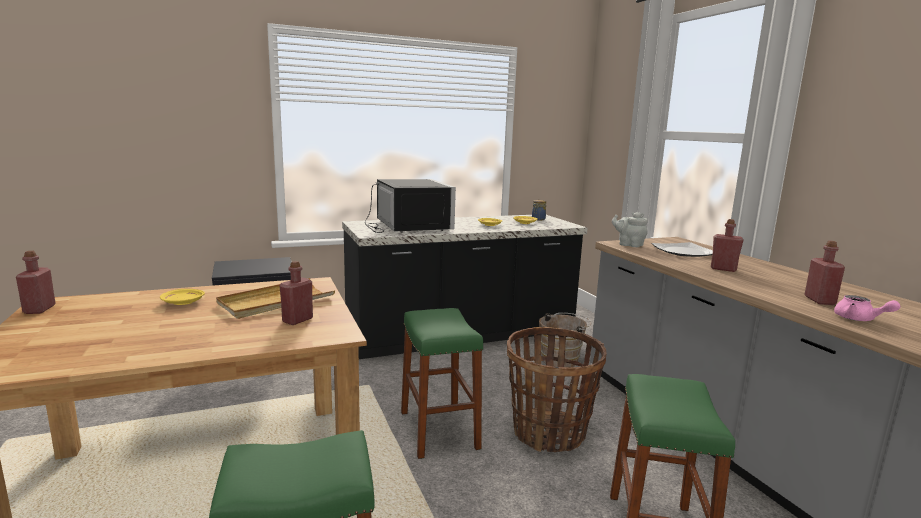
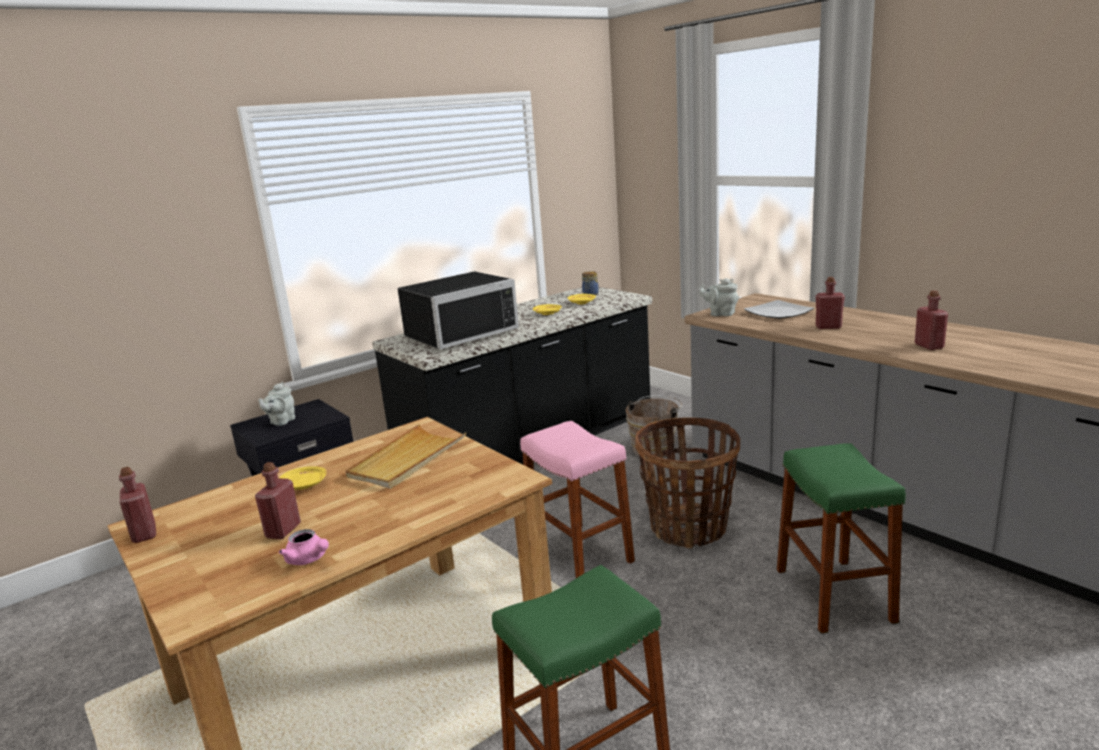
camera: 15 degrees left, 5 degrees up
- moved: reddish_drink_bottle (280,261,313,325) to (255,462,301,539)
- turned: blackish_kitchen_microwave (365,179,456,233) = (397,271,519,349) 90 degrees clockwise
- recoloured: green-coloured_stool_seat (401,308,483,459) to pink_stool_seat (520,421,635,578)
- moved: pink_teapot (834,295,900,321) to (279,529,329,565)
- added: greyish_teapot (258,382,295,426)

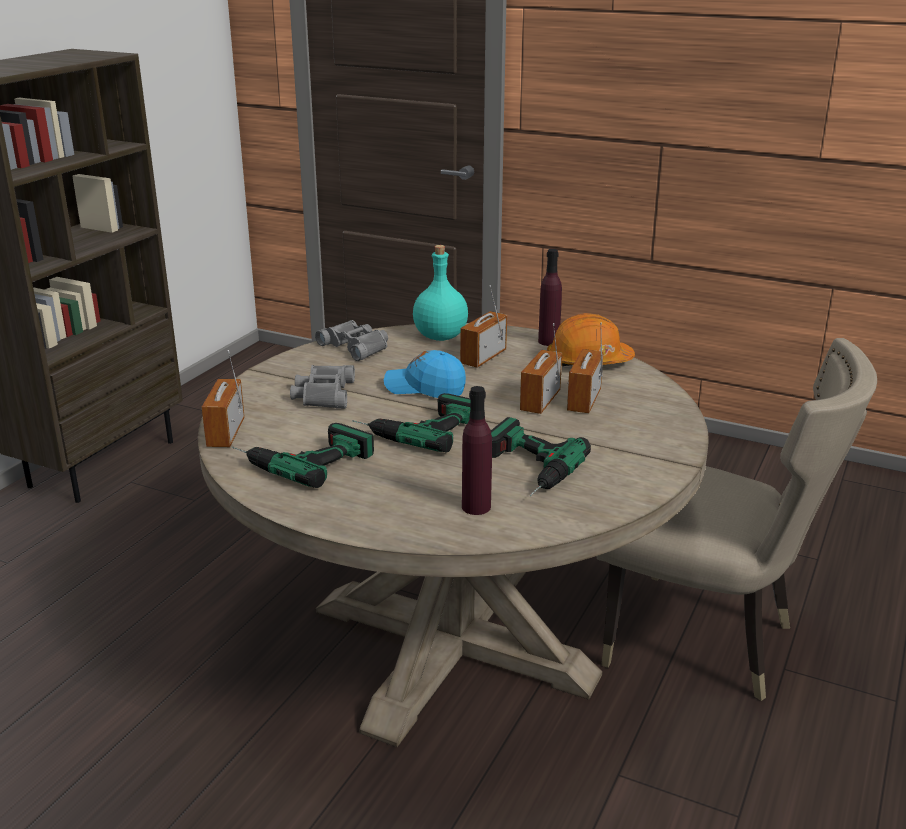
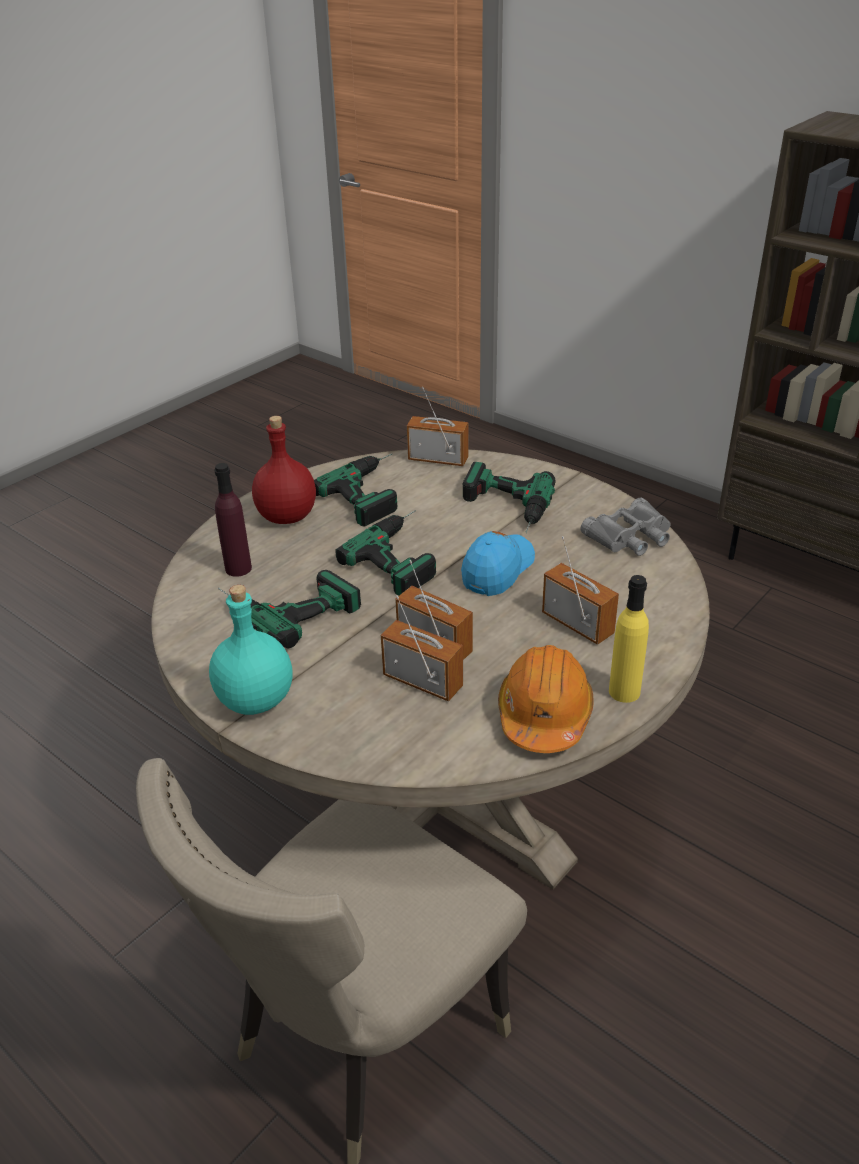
camera: 105 degrees right, 10 degrees up
- replaced: greyish_field_glasses (290,365,355,409) to power_drill (463,462,556,533)
- moved: turquoise-coloured_drink_bottle (413,245,468,341) to (209,585,293,715)
- recoloured: purplish_drink_bottle (538,249,562,346) to yellowish_drink_bottle (609,575,649,703)
- added: reddish_drink_bottle (252,416,316,524)

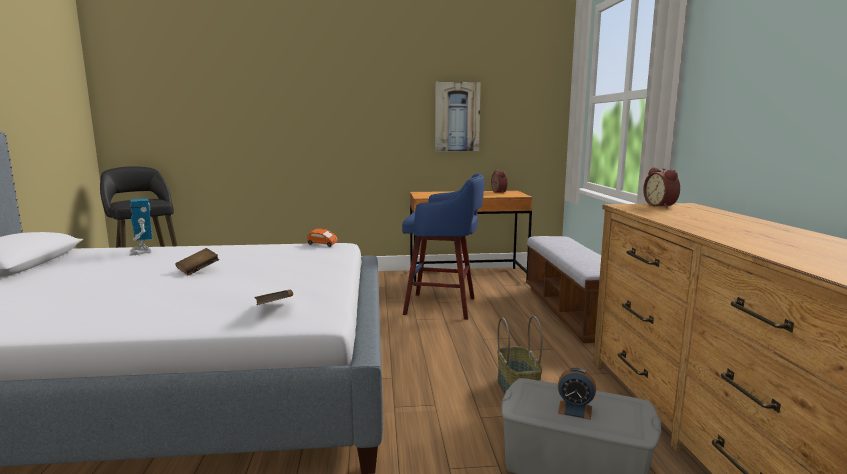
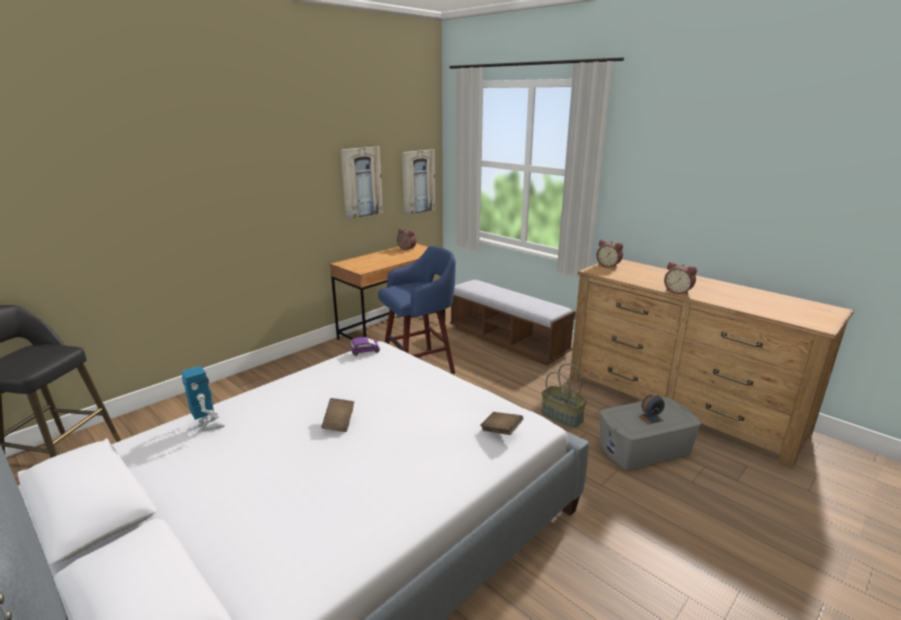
camera: 40 degrees left, 10 degrees up
- turned: model_robot (129,199,152,256) = (181,366,225,431) 150 degrees counterclockwise
- recoloured: orange-coloured_toy_car (307,229,338,247) to purplish_toy_car (350,337,380,356)
- added: wall_picture (402,149,436,215)
- added: alarm_clock (664,262,697,295)

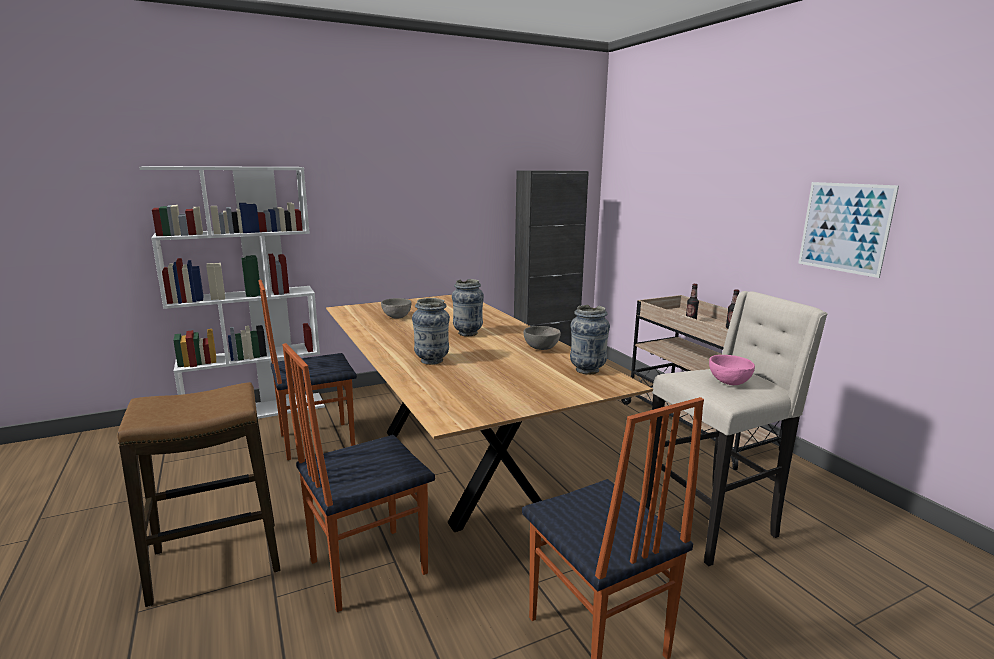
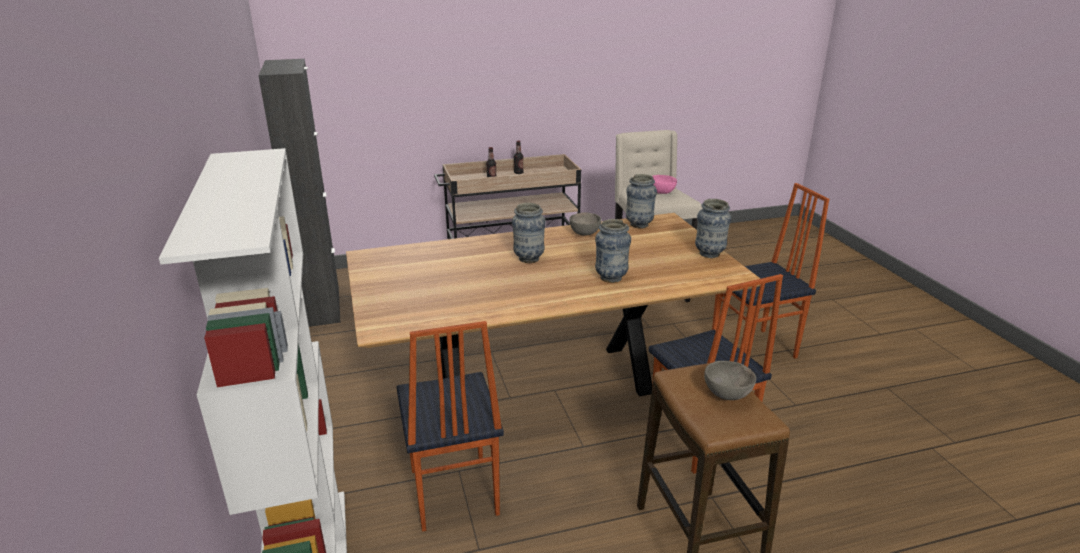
camera: 80 degrees left, 10 degrees up
- moved: greyish_bowl (381,298,411,319) to (704,361,756,400)
- removed: wall_picture (798,182,899,278)
- added: flower_vase (695,199,731,258)

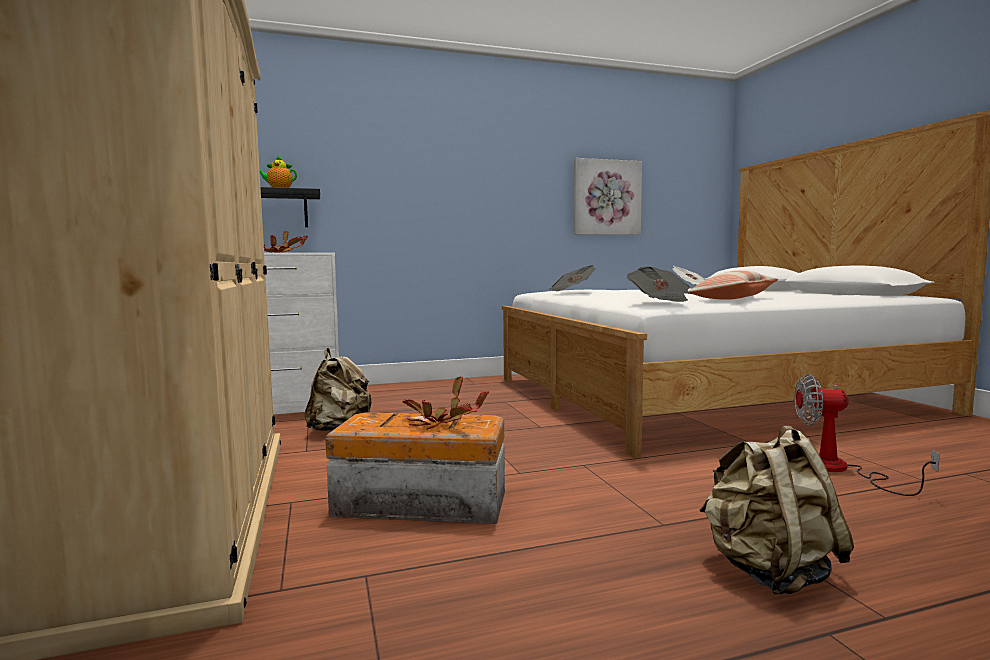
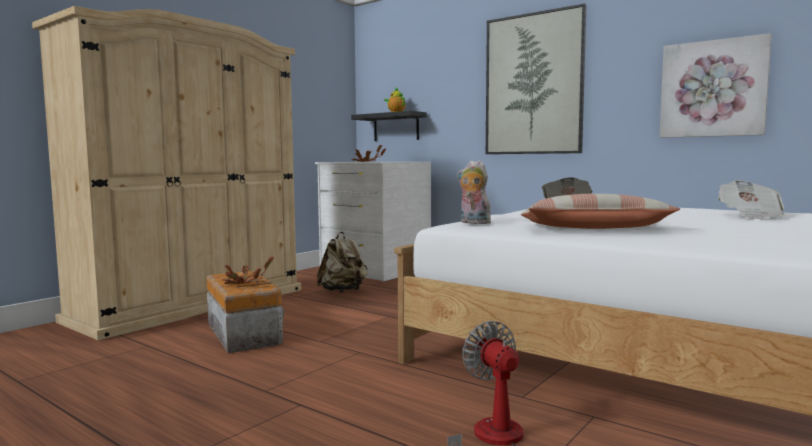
camera: 55 degrees right, 0 degrees up
- replaced: newspaper (627,267,690,302) to cuddly_toy (457,160,491,224)
- removed: sand-coloured_knapsack (699,426,854,595)
- added: wall_picture (486,4,587,154)

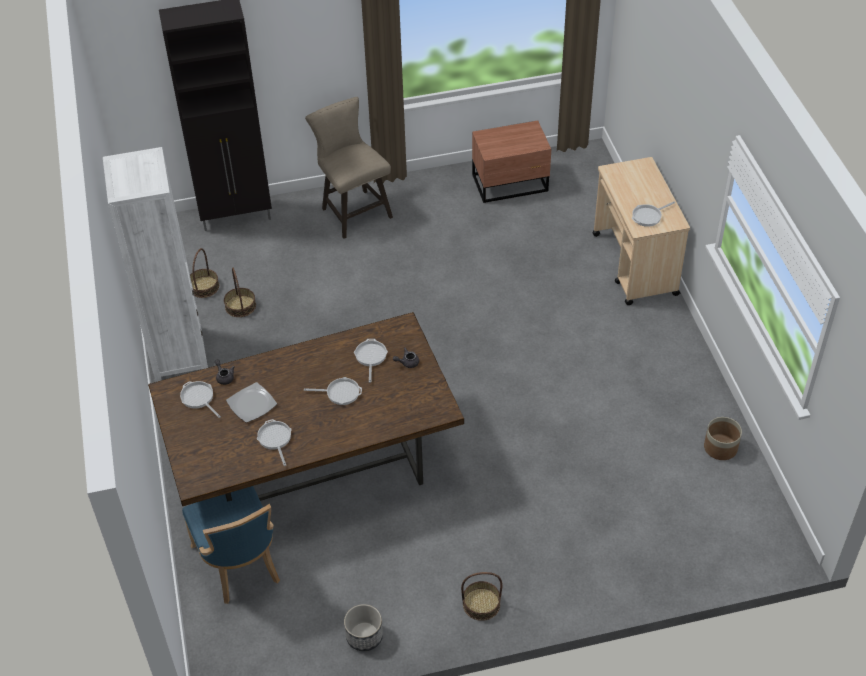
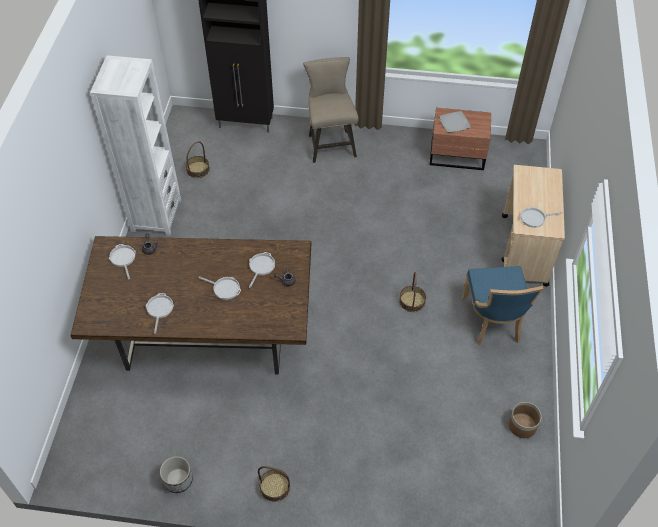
camera: 20 degrees right, 5 degrees up
- moved: bluish_upright_chair (182,486,280,604) to (461,266,543,346)
- moved: storage_basket (224,268,256,317) to (399,272,426,312)
- moved: dinner_plate (226,382,277,423) to (439,111,471,132)

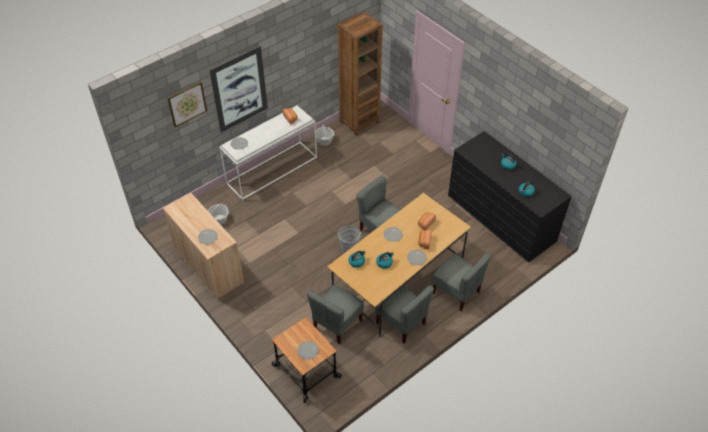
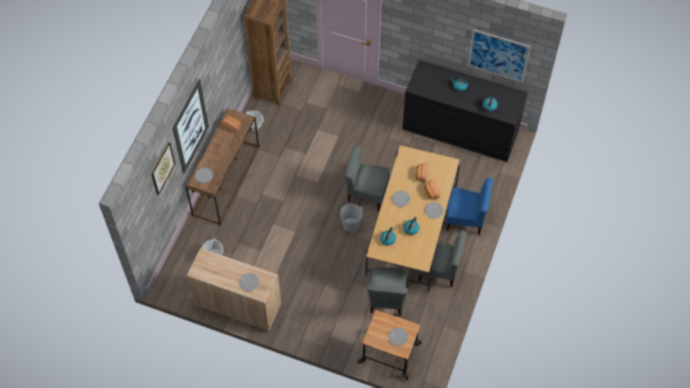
camera: 30 degrees left, 10 degrees up
- recoloured: whitish_console_table (219,105,317,201) to brown_console_table (185,108,259,225)
- recoloured: greyish_upright_chair (432,253,491,311) to bluish_upright_chair (447,178,493,235)
- added: wall_picture (467,29,531,83)

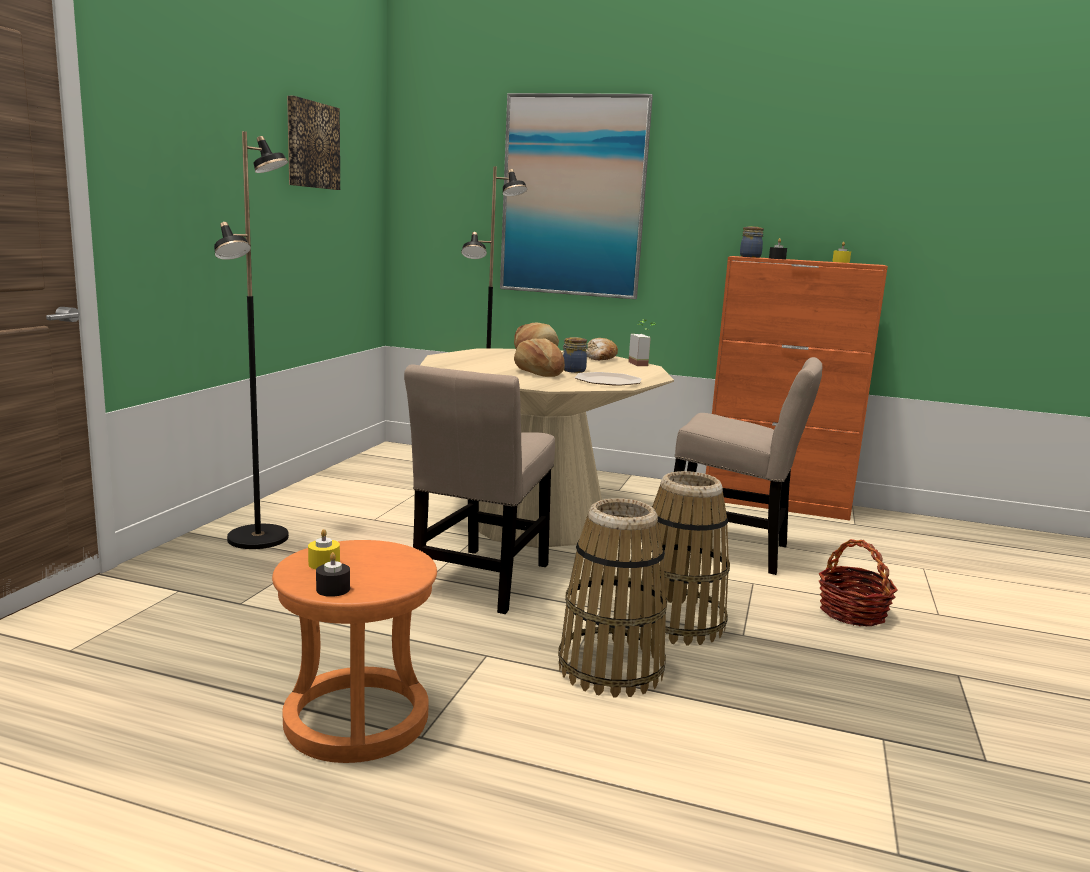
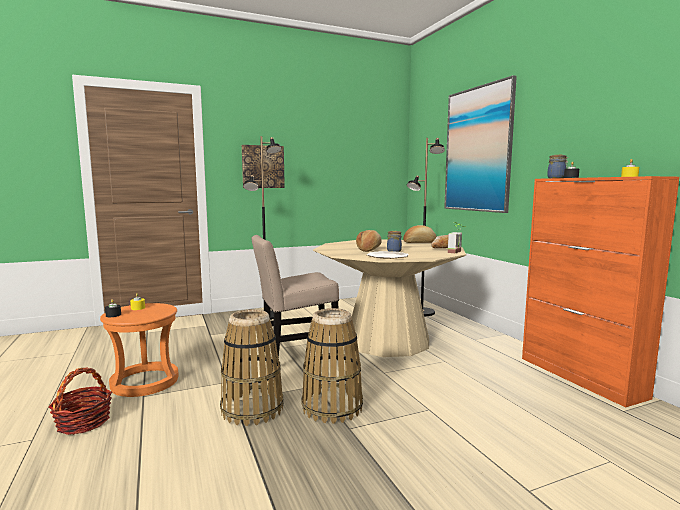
camera: 50 degrees right, 5 degrees down
- moved: wall_picture (287,96,340,190) to (242,145,285,188)
- removed: sand-coloured_upright_chair (674,357,822,575)
- moved: storage_basket (819,539,898,626) to (49,368,112,435)

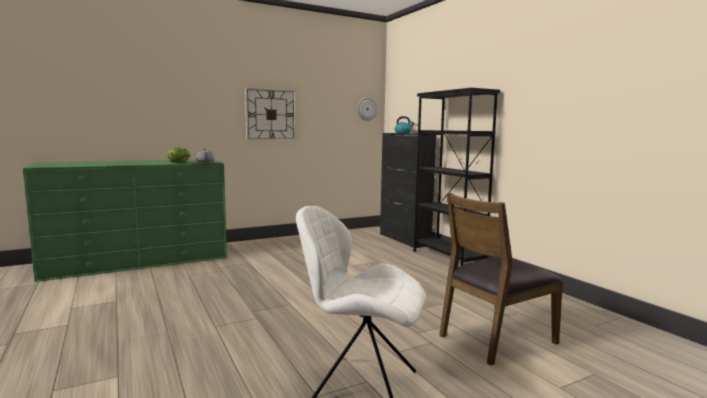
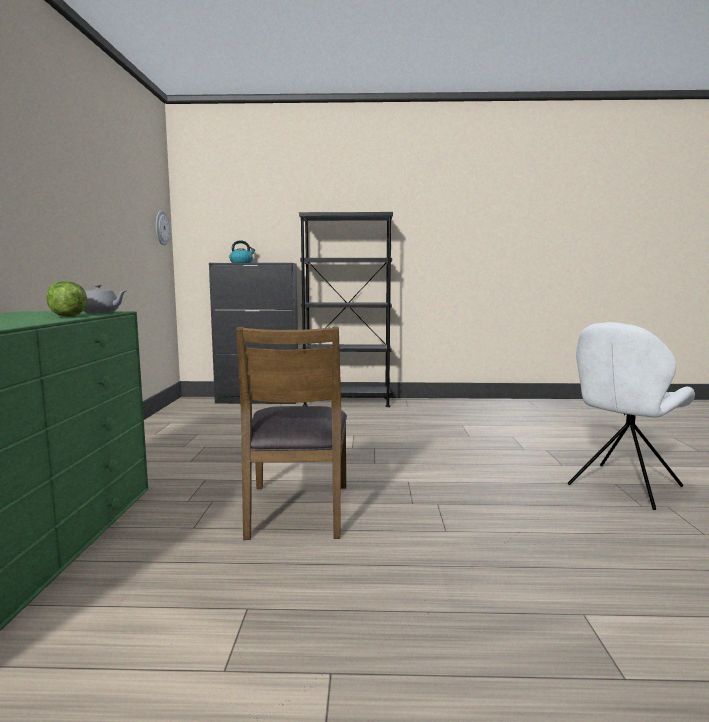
camera: 60 degrees left, 0 degrees up
- removed: clock_on_the_wall (245,87,296,141)
- moved: brown_upright_chair (439,193,563,366) to (236,327,347,540)

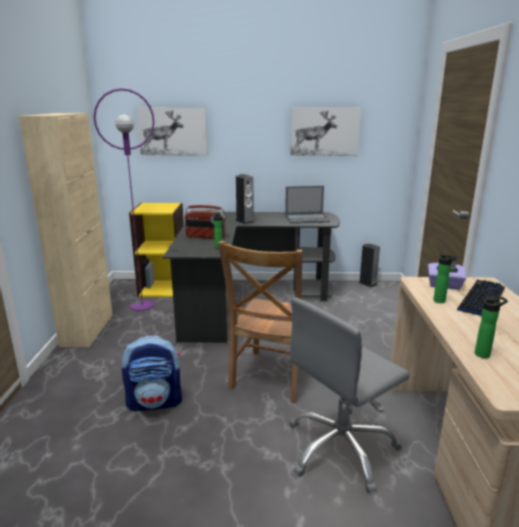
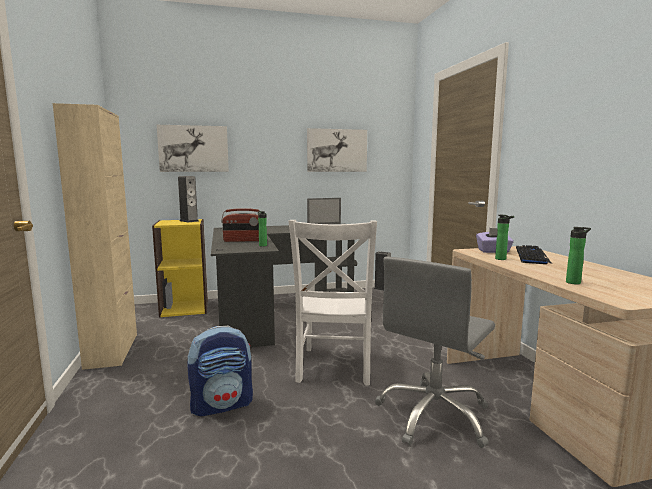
camera: 15 degrees left, 10 degrees down
- removed: purplish_standing_lamp (94,88,155,311)
- recoloured: brown_upright_chair (217,241,302,403) to whitish_upright_chair (288,220,377,386)
- moved: speaker (236,174,255,224) to (178,176,198,222)

